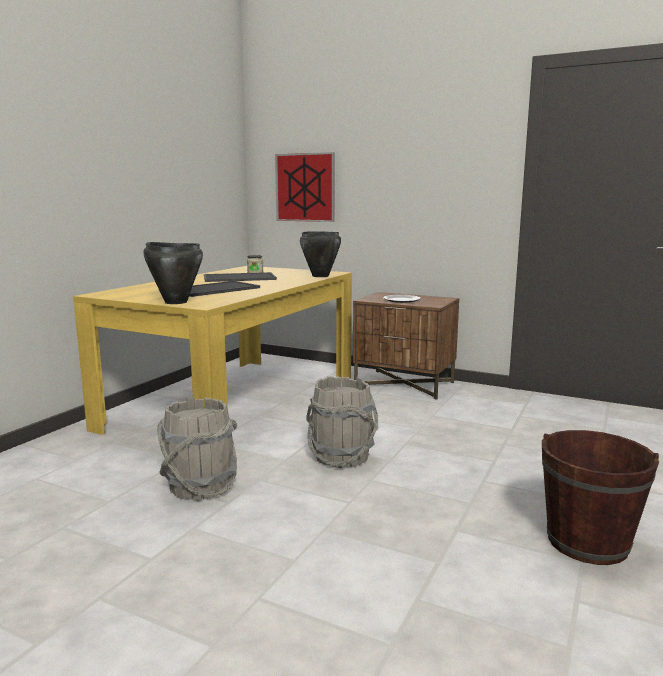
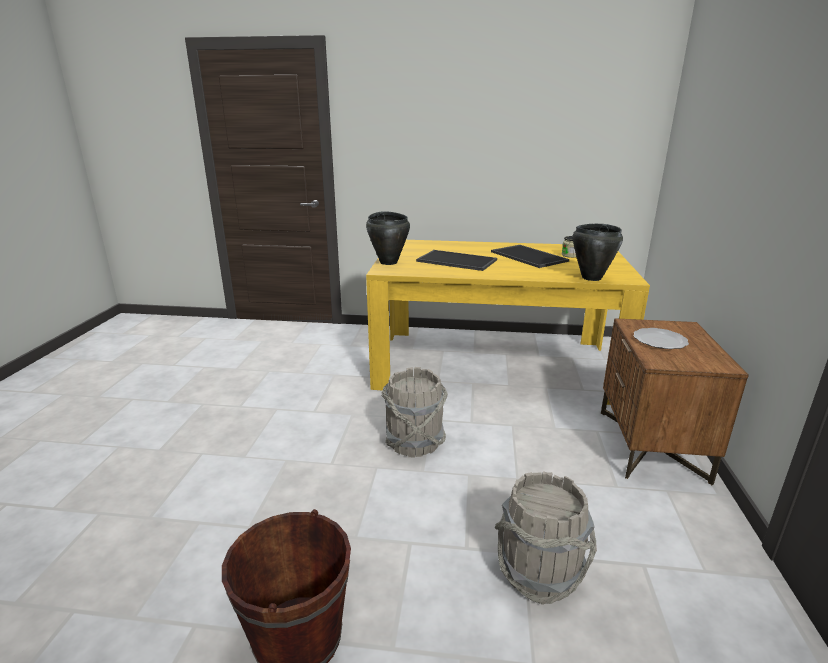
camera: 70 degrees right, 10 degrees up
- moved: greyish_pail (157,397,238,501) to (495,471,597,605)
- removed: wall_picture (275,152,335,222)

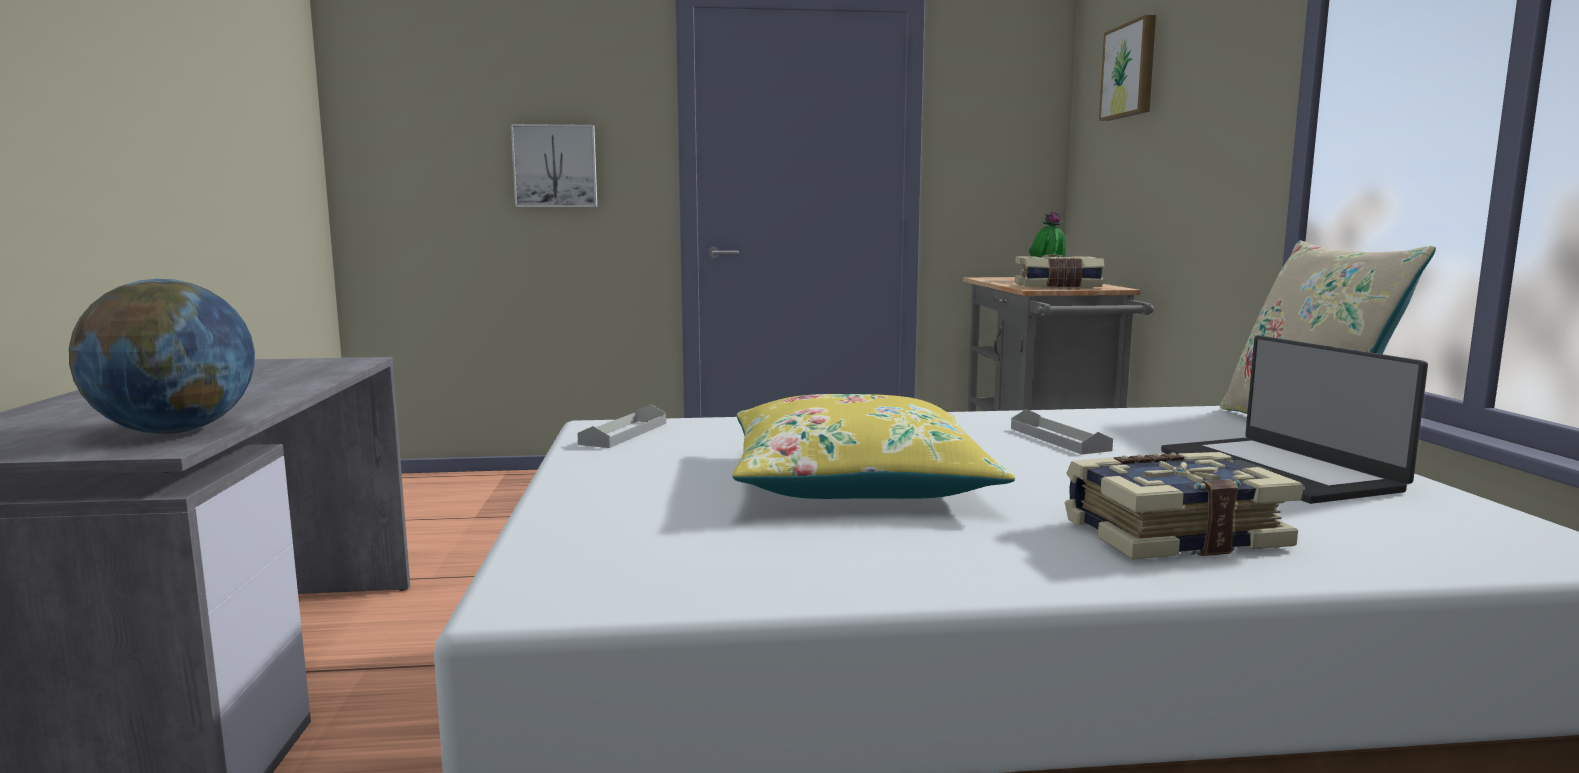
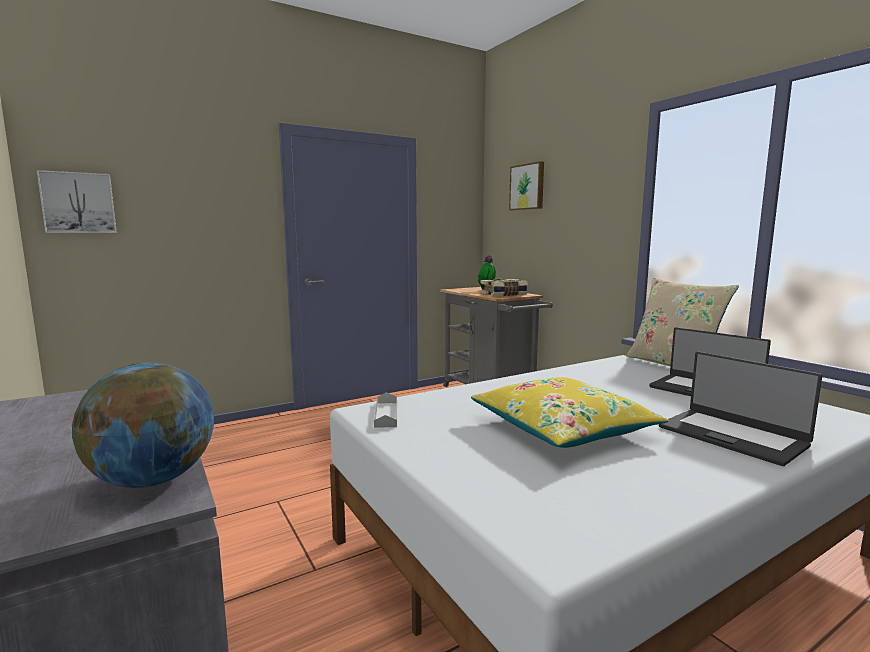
camera: 25 degrees left, 0 degrees up
- moved: wall_picture (511,124,597,207) to (37,170,117,233)
- removed: greyish_serving_tray (1011,409,1113,455)
- replaced: book (1065,452,1303,560) to laptop (659,352,822,466)

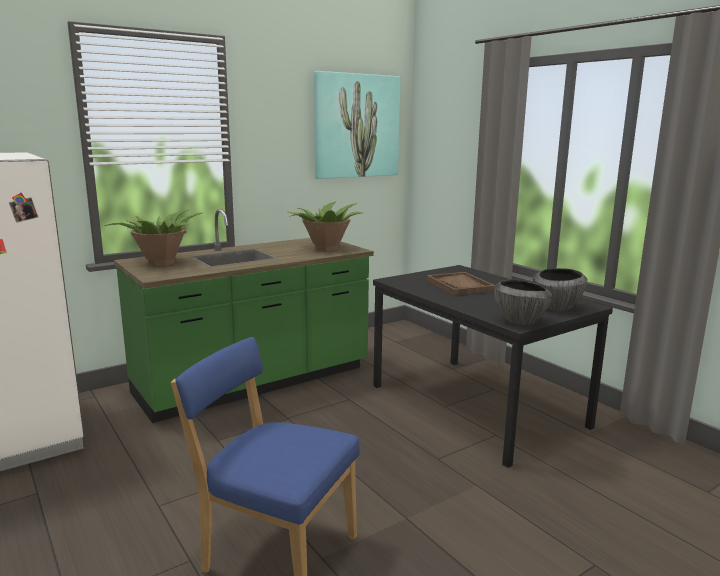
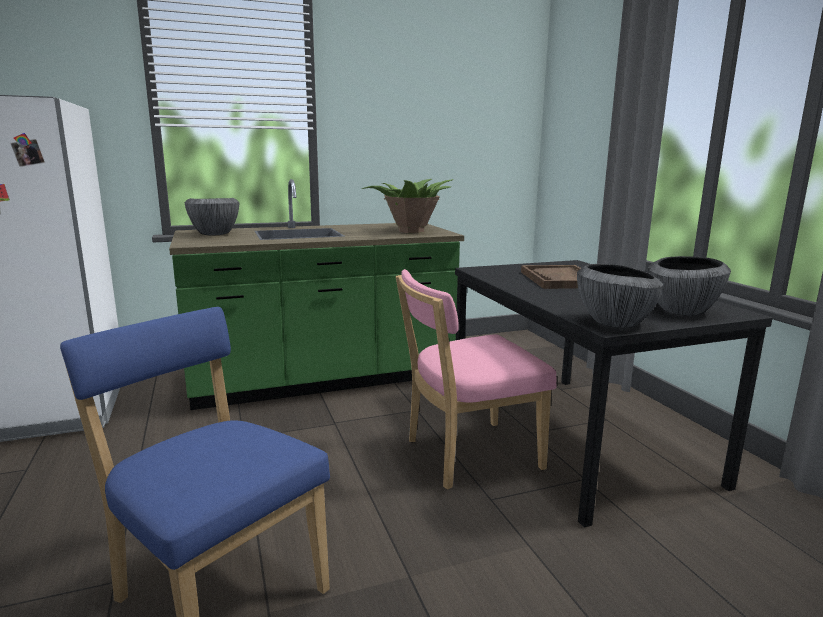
camera: 15 degrees right, 0 degrees up
- replaced: houseplant (104,210,203,266) to bowl (185,198,240,235)
- removed: wall_picture (314,71,401,179)
- added: pink_upright_chair (396,269,556,489)

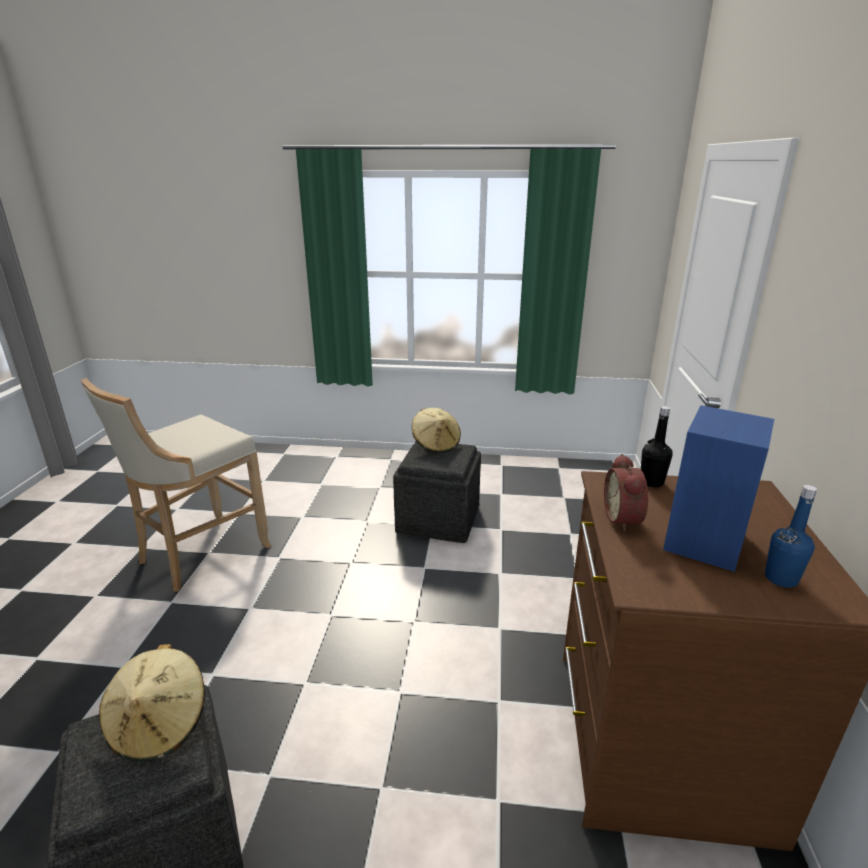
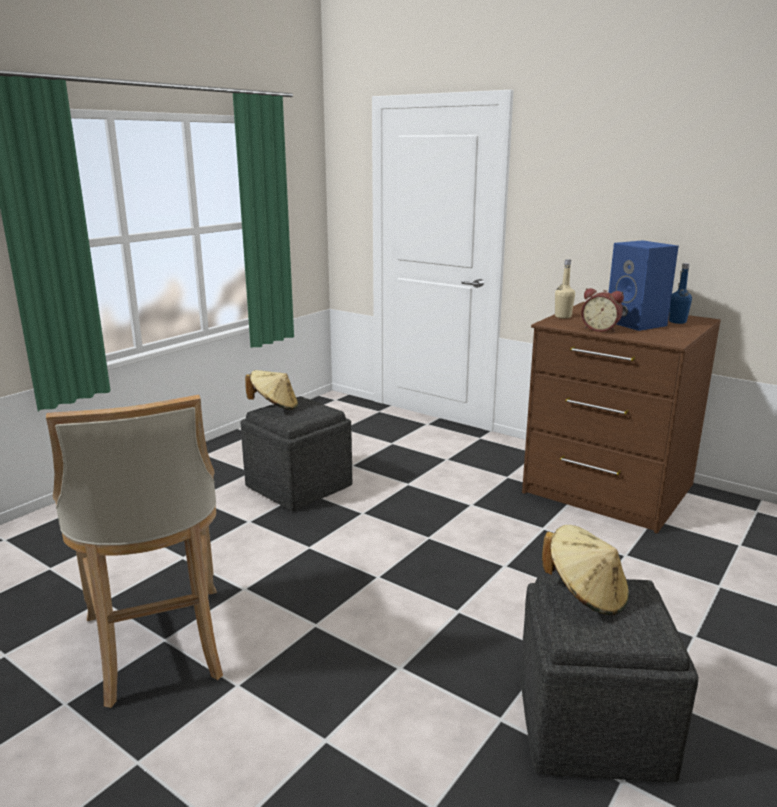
camera: 60 degrees left, 5 degrees down
- recoloured: blackish_drink_bottle (641,406,673,488) to sand-coloured_drink_bottle (555,259,575,318)

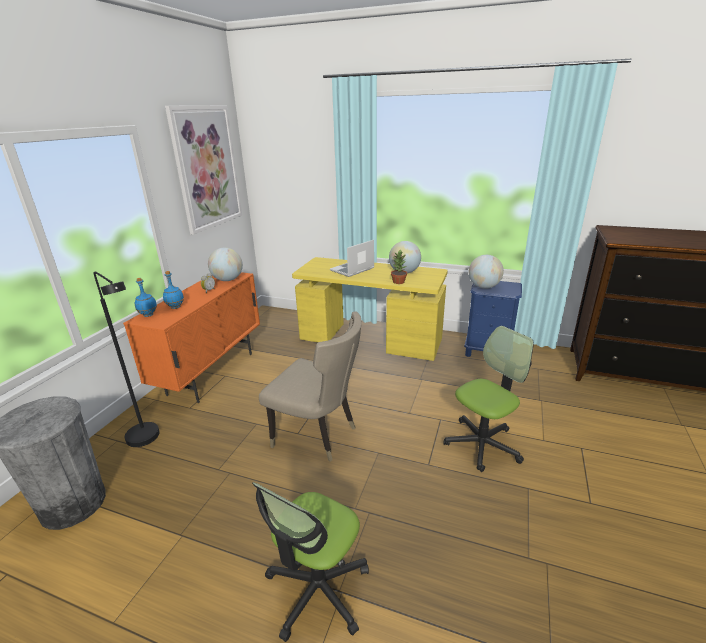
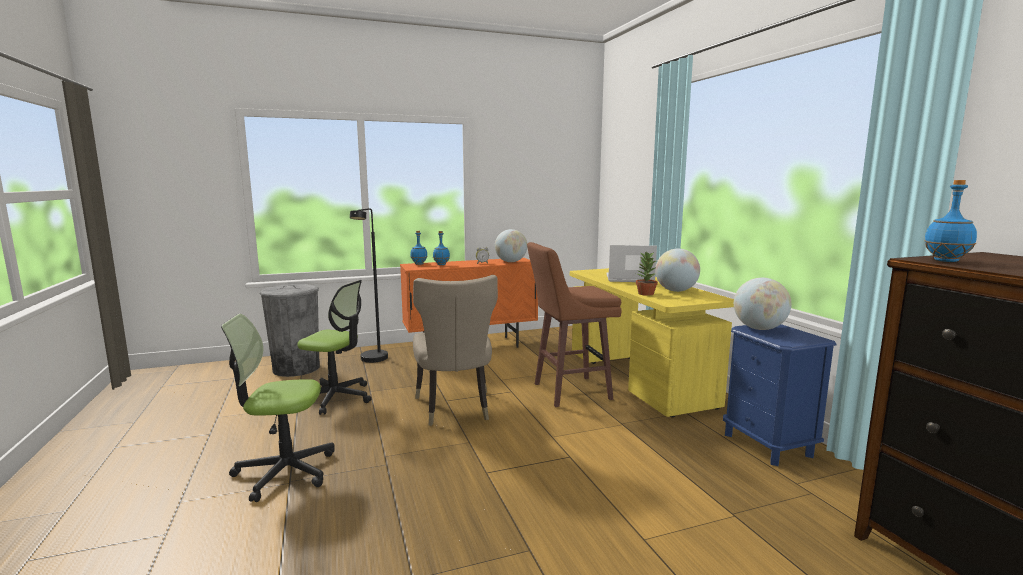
camera: 50 degrees right, 15 degrees down
- removed: wall_picture (165,105,242,235)
- moved: office_chair (444,326,534,472) to (297,280,371,415)
- added: brown_stool_seat (527,242,622,407)
- added: bluish_drink_bottle (924,180,977,262)

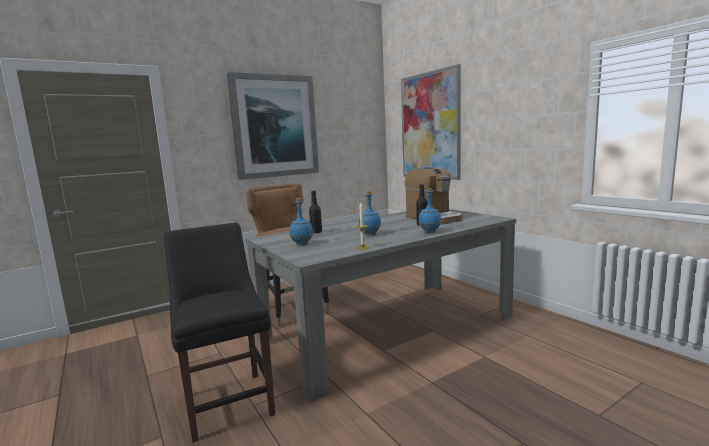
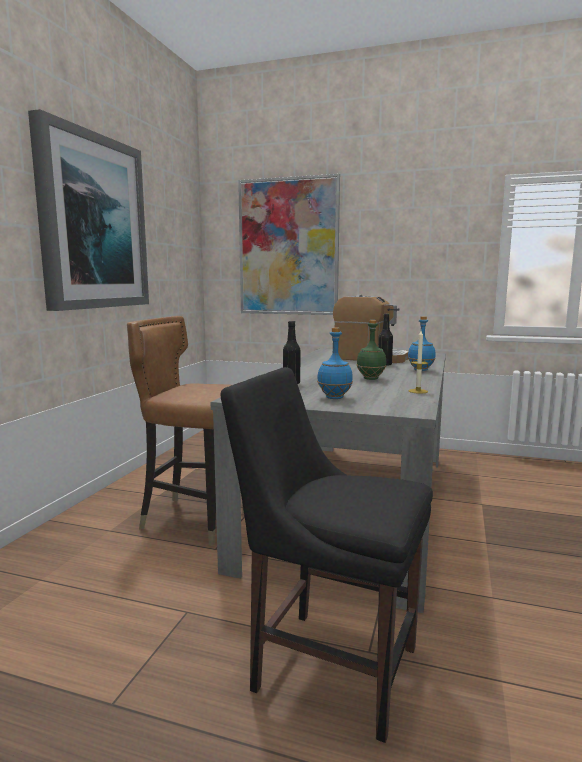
camera: 40 degrees left, 0 degrees up
- recoloured: bluish_drink_bottle (359,191,381,236) to green-coloured_drink_bottle (357,320,386,380)

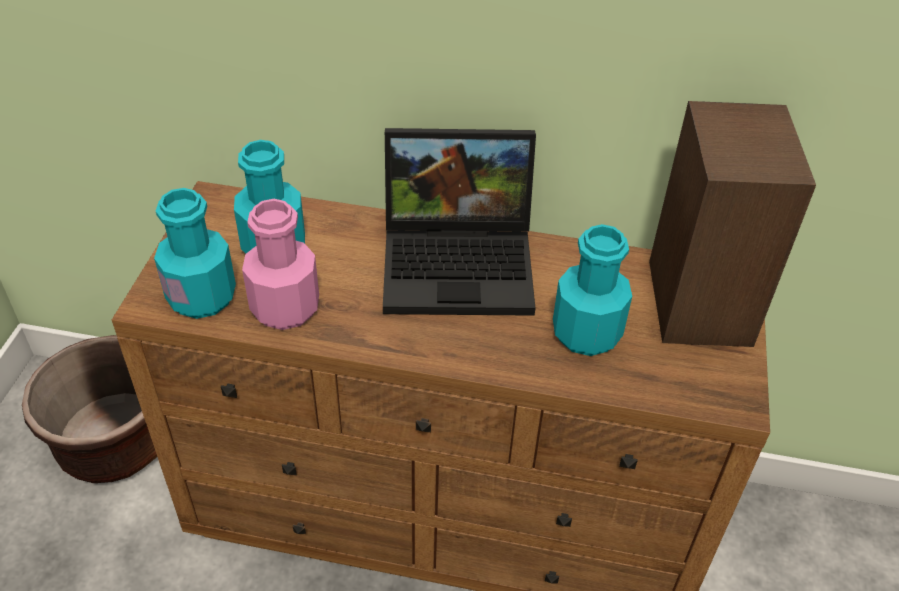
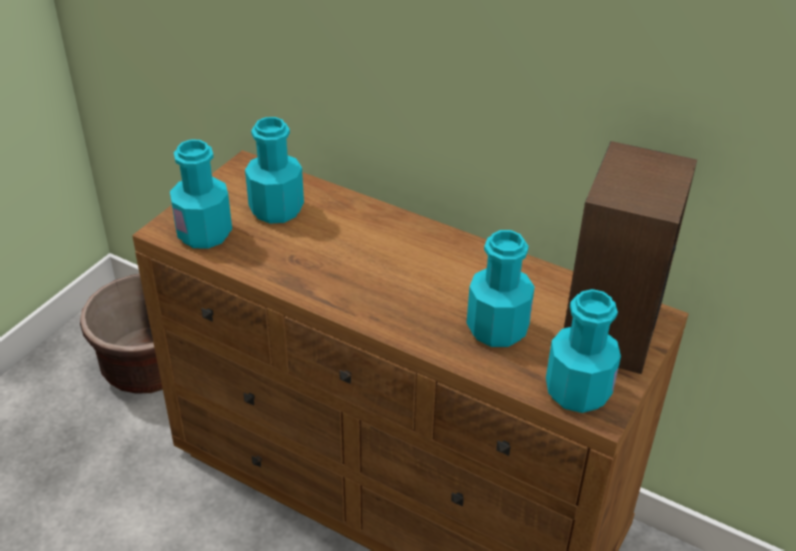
camera: 20 degrees right, 5 degrees down
- removed: pink_drink_bottle (242,199,319,330)
- removed: laptop (383,128,536,316)
- added: turquoise-coloured_drink_bottle (546,289,621,413)

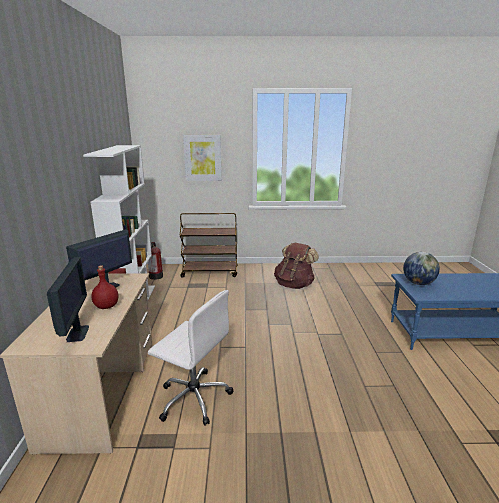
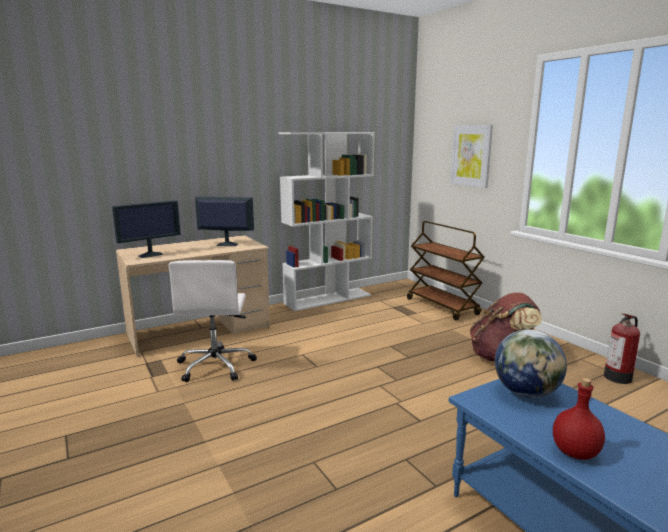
camera: 60 degrees right, 5 degrees down
- moved: reddish_drink_bottle (91,265,119,309) to (553,378,605,460)
- moved: extinguisher (148,242,163,280) to (604,314,640,384)

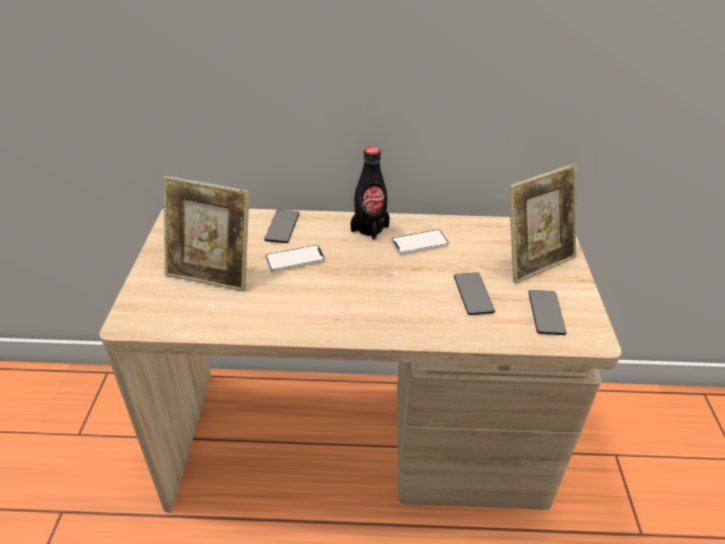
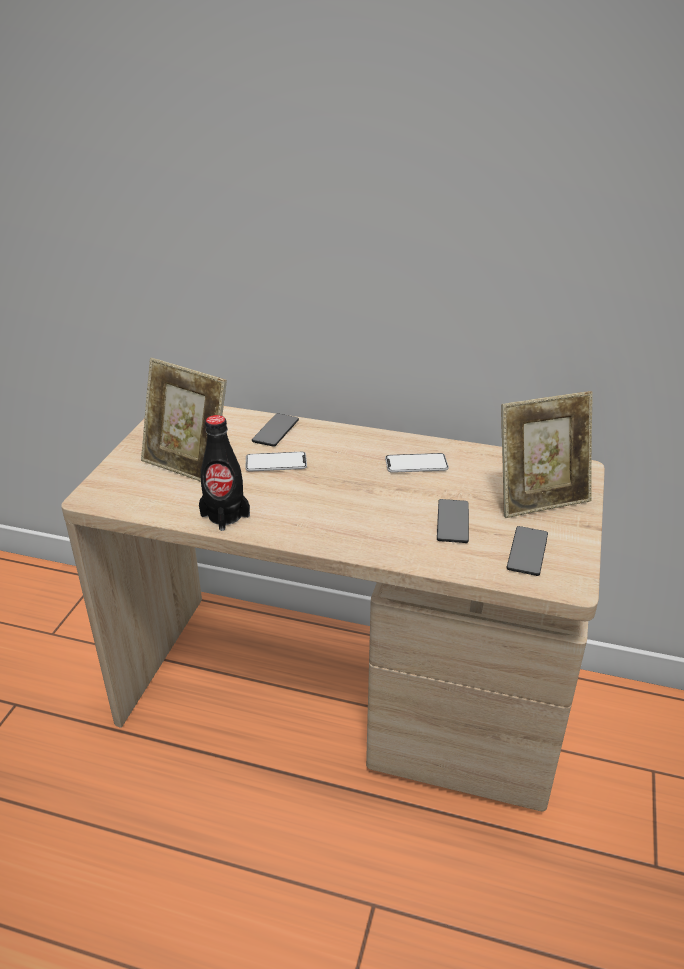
camera: 15 degrees right, 5 degrees down
- moved: blackish_drink_bottle (350,147,390,240) to (199,415,250,531)

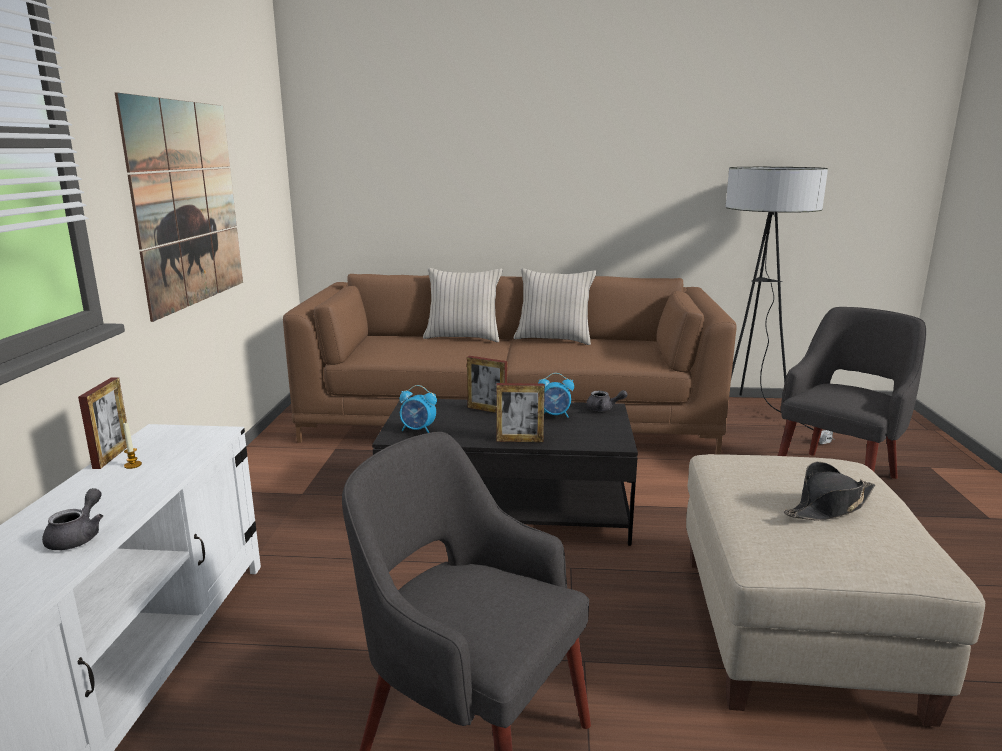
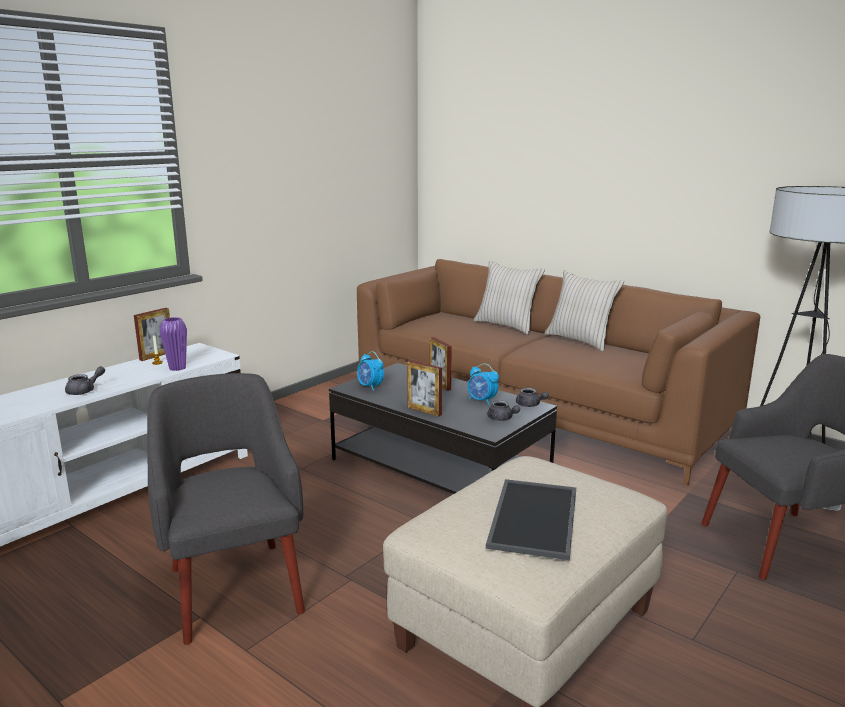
camera: 35 degrees right, 0 degrees up
- removed: wall_picture (115,92,243,322)
- replaced: blackish_hat (784,462,876,520) to serving_tray (486,479,576,560)
- added: purplish_flower_vase (160,317,187,371)
- added: greyish_teapot (487,400,520,421)

